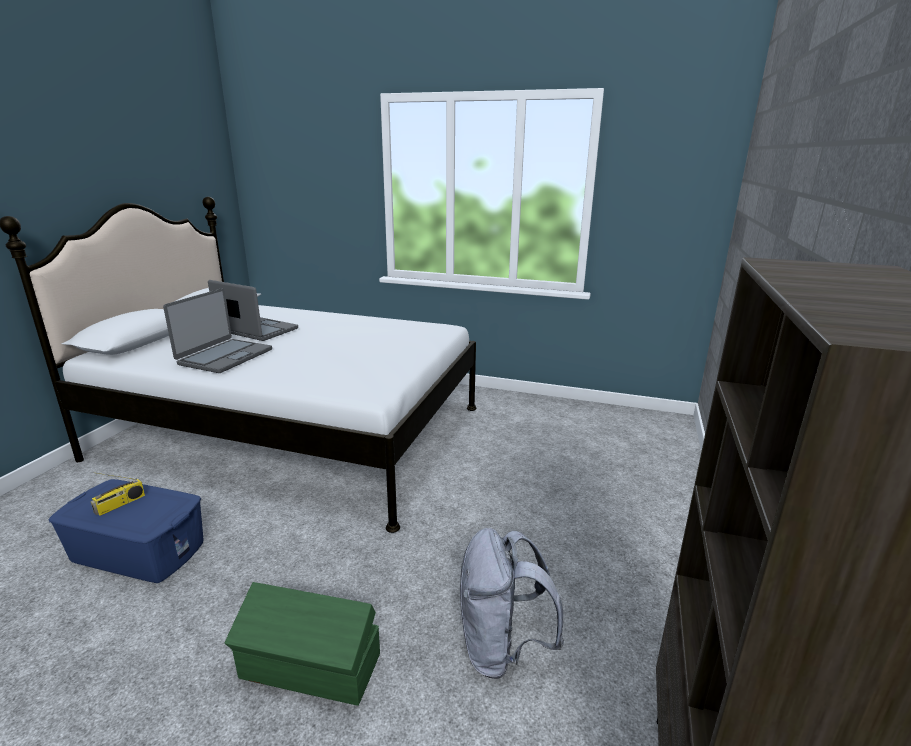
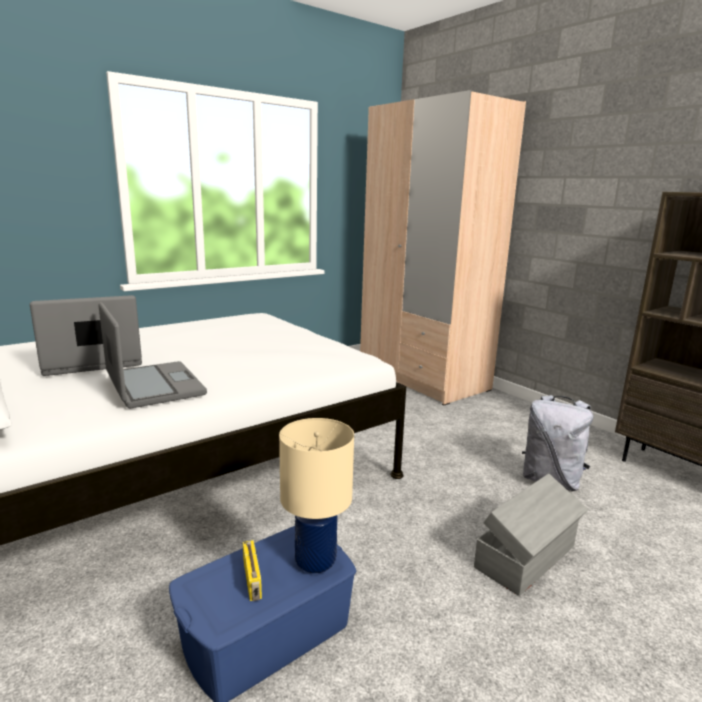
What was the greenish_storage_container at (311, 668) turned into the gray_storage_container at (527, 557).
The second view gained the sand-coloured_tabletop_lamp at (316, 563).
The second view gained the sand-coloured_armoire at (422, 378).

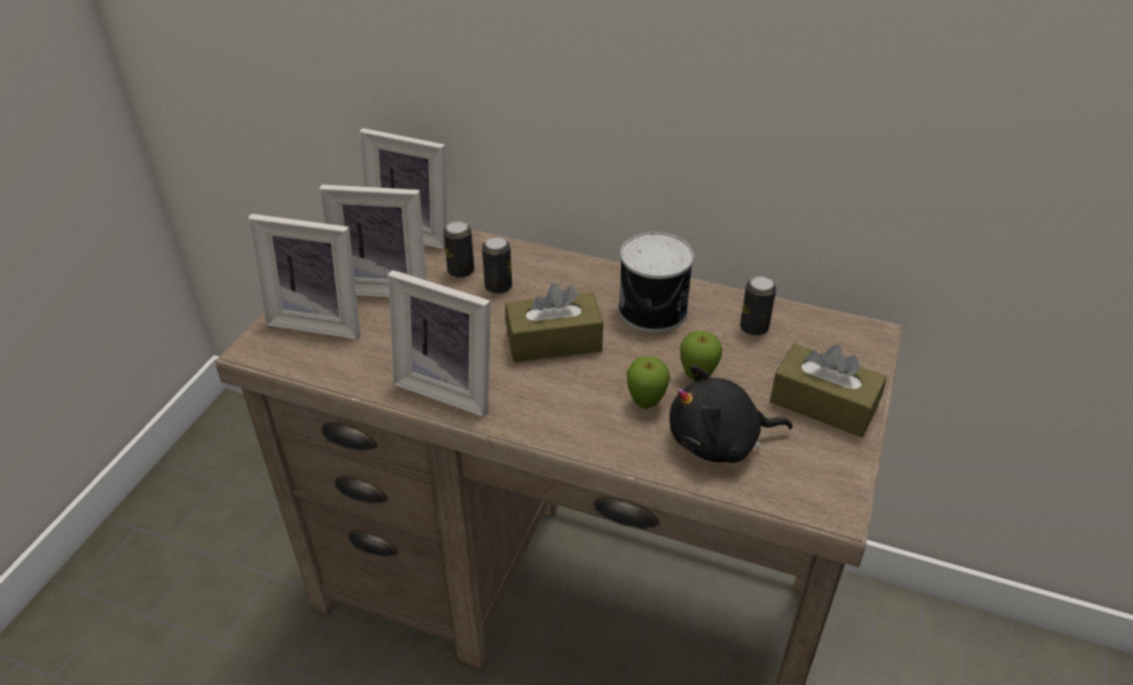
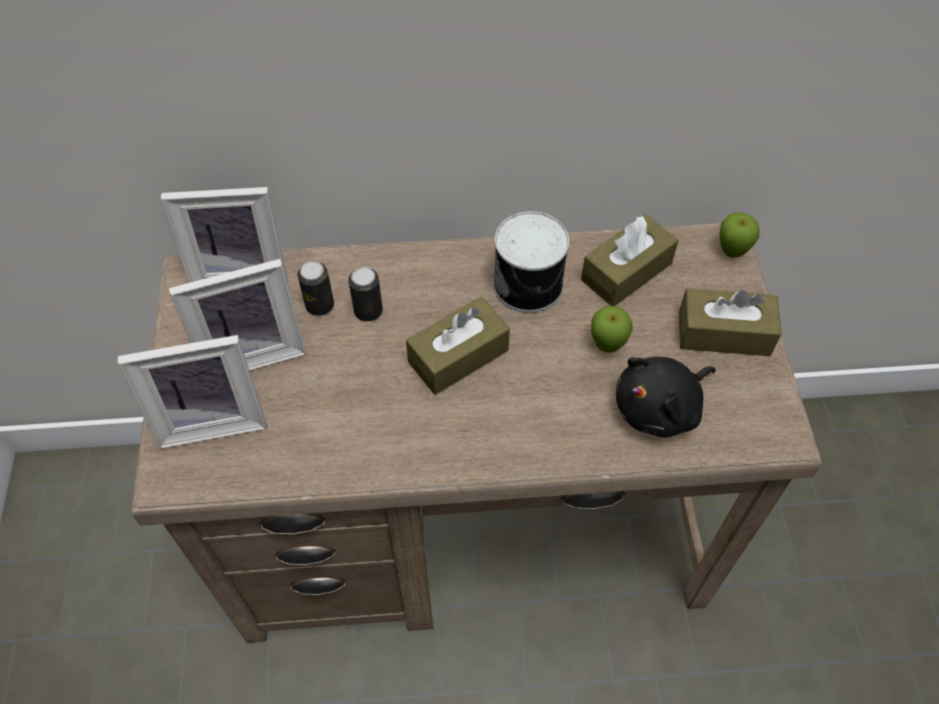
The second view lost the standing_frame at (450, 386).
The apple_fruit ended up elsewhere, having gone from (646, 404) to (731, 252).
Where the can stood at (754, 327), the brown_box_of_tissues came to stand at (626, 271).

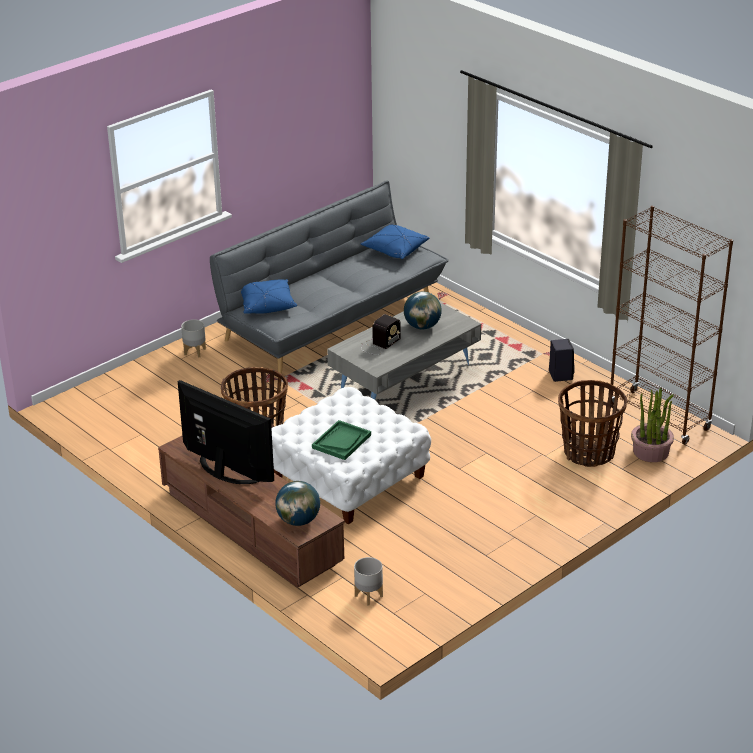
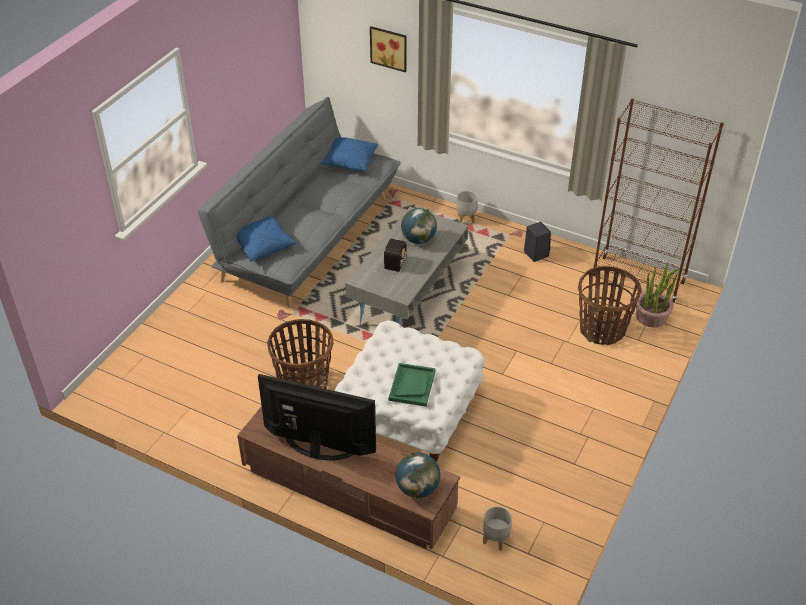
The gray_planter ended up elsewhere, having gone from (195, 352) to (466, 219).
The second view gained the wall_picture at (389, 48).

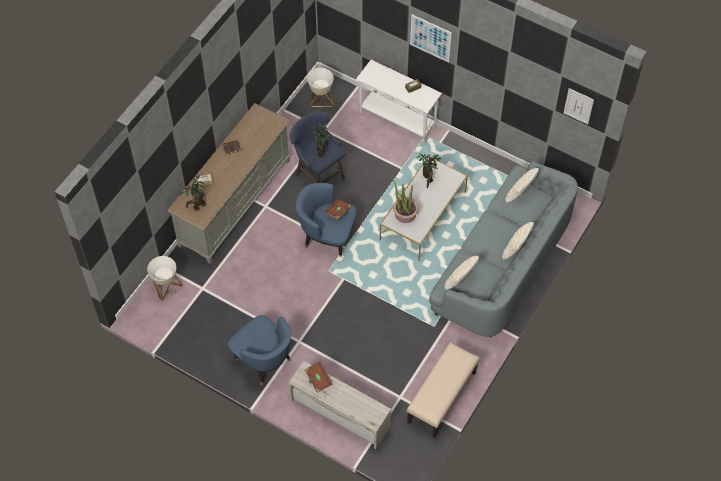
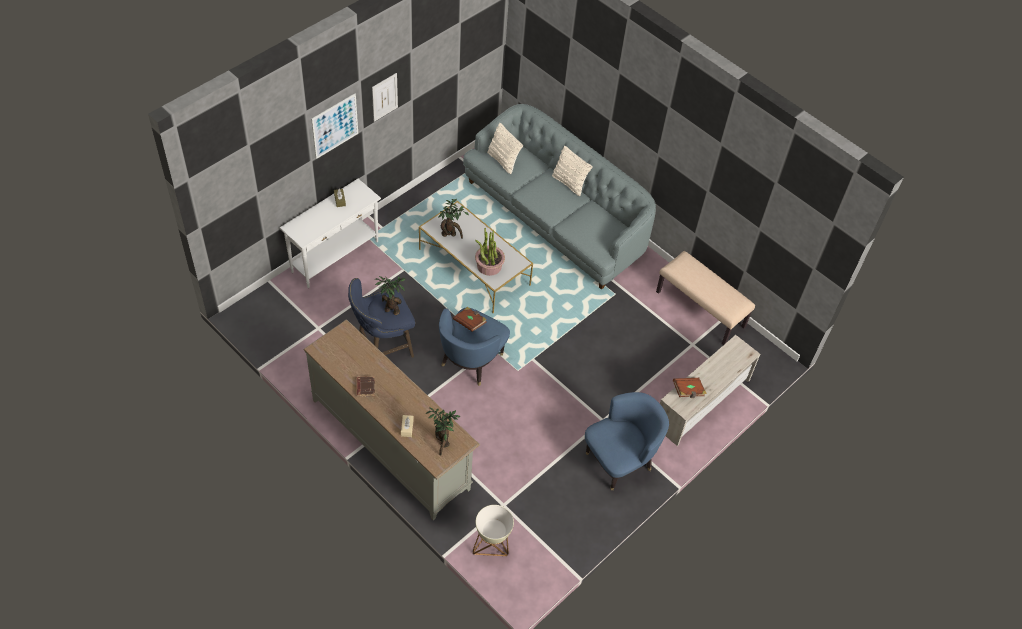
The second view lost the planter at (321, 101).
The second view lost the sand-coloured_pillow at (460, 281).
The wall_picture ended up elsewhere, having gone from (578, 106) to (384, 97).

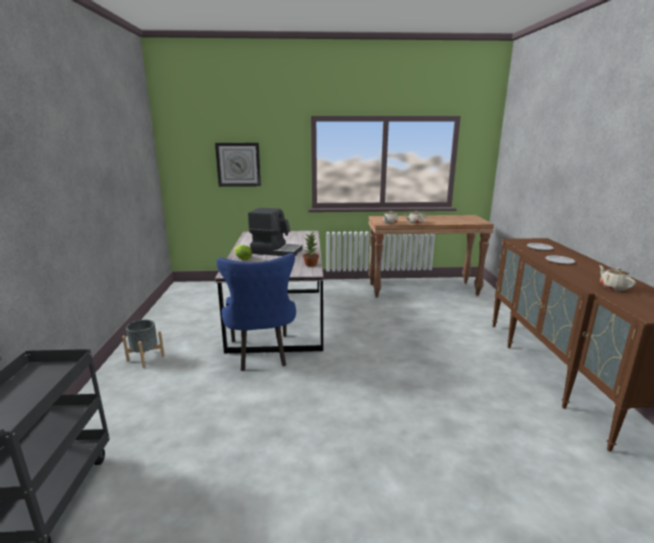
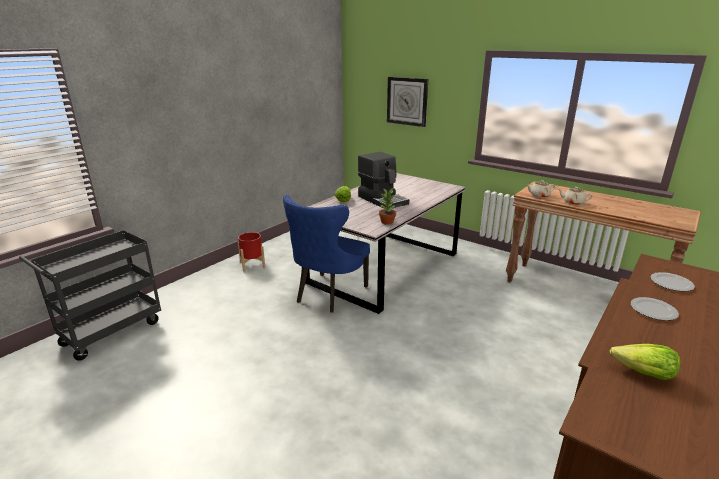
What was the gray_planter at (146, 358) turned into the red-coloured_planter at (252, 265).
Where the sand-coloured_pot_for_tea stood at (613, 287), the head_of_lettuce came to stand at (643, 373).

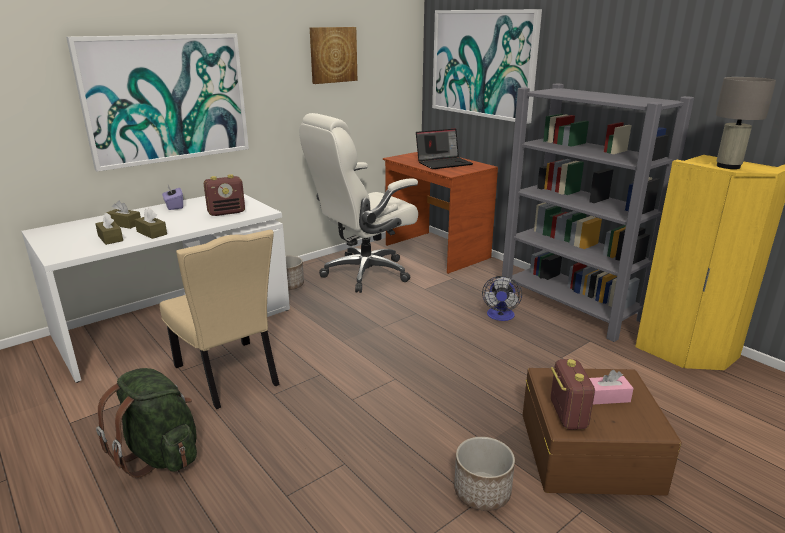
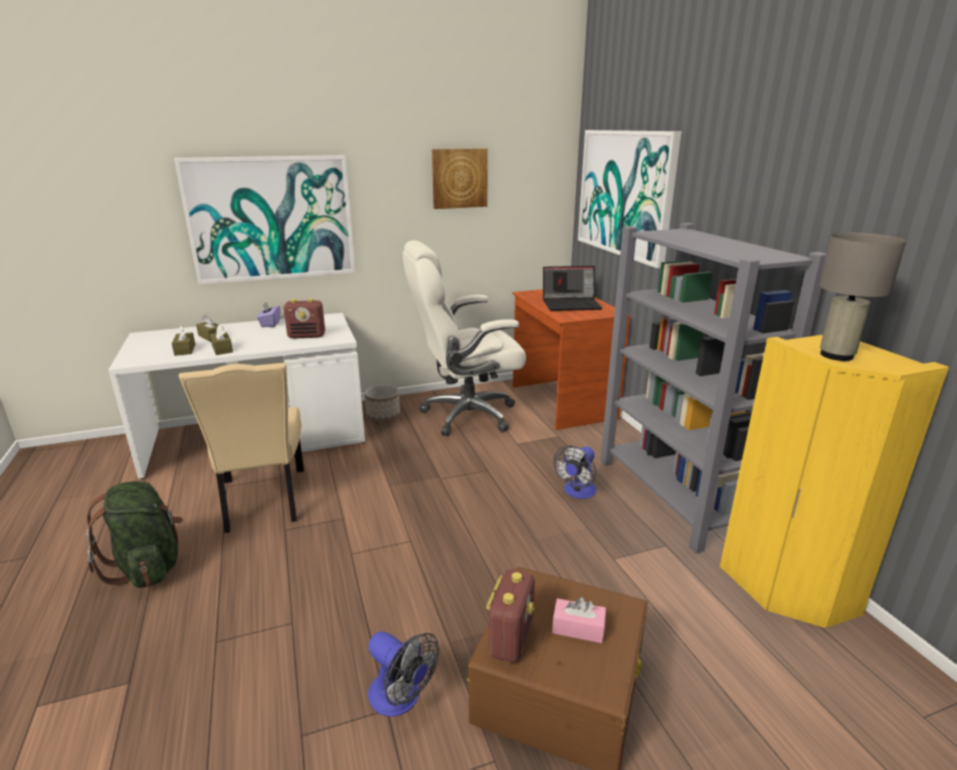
Where the planter stood at (481, 491), the fan came to stand at (401, 698).

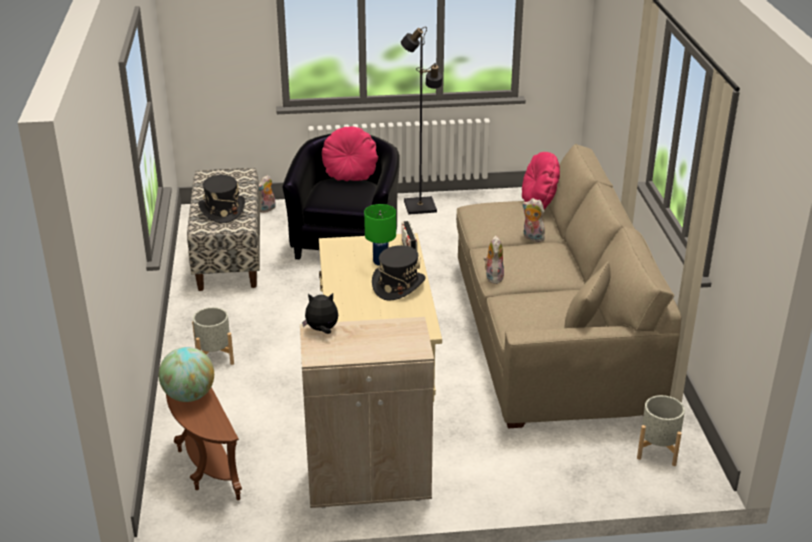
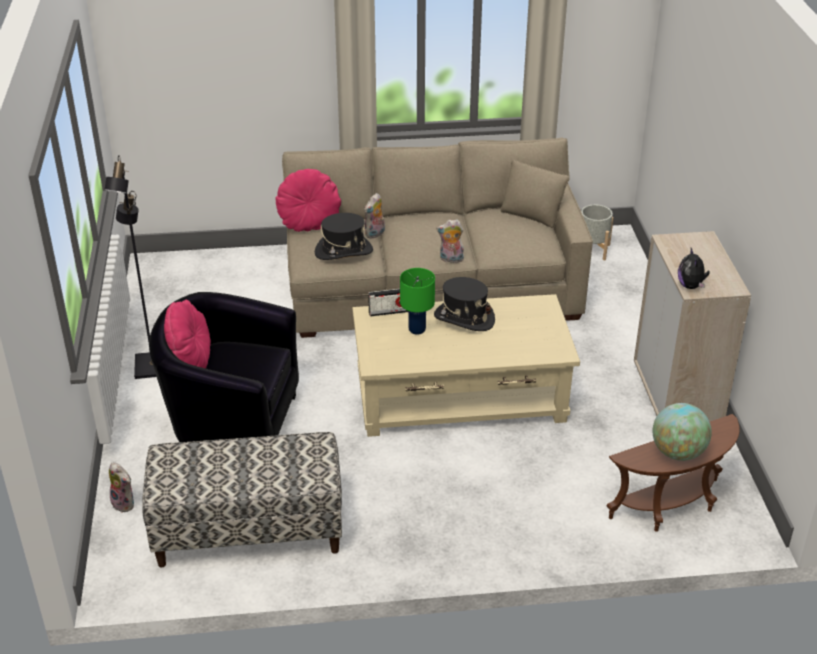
The second view lost the gray_planter at (214, 357).
The black_wearable_hat ended up elsewhere, having gone from (222, 211) to (343, 251).

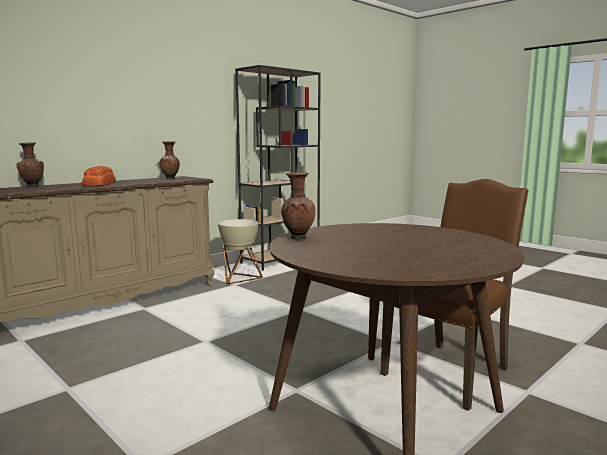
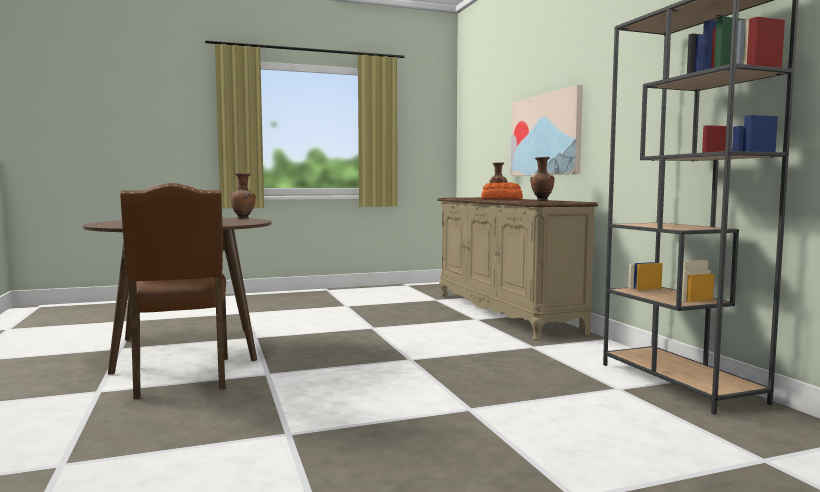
The second view lost the planter at (240, 278).
The second view gained the wall_picture at (545, 135).

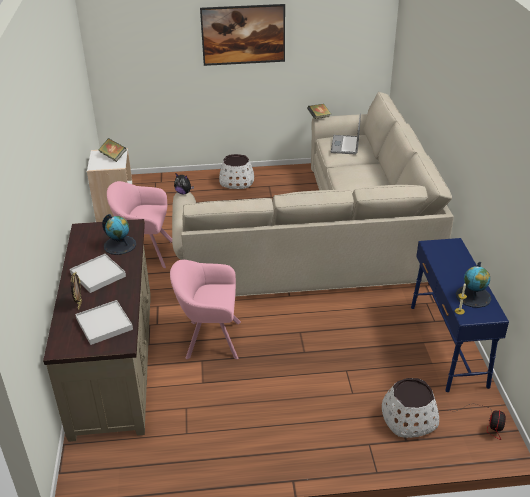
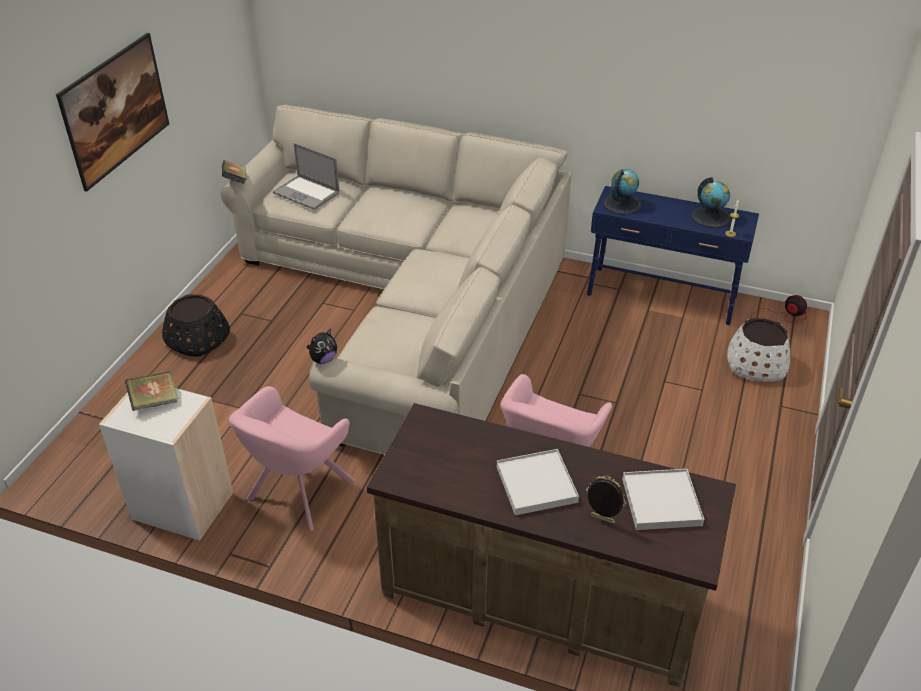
The world_globe ended up elsewhere, having gone from (120, 245) to (622, 204).
What was the white_planter at (236, 182) turned into the black_planter at (198, 340).

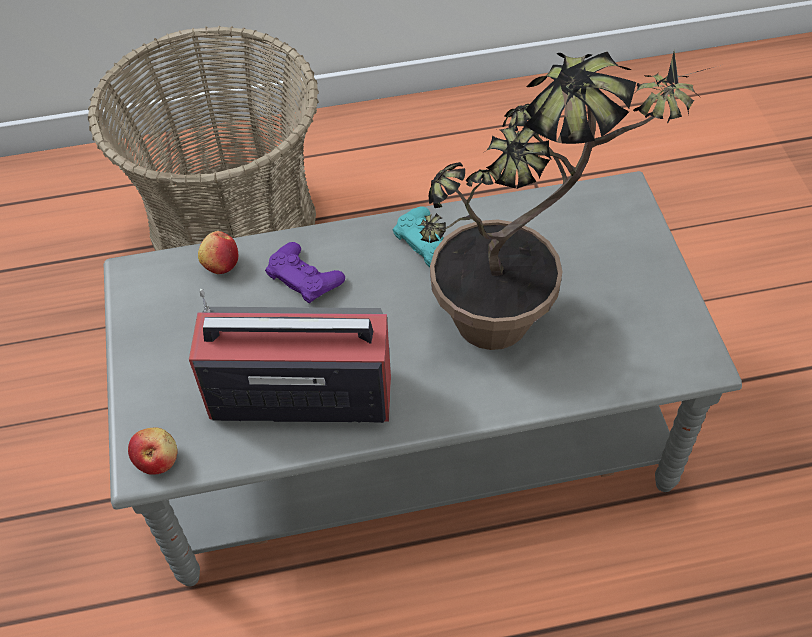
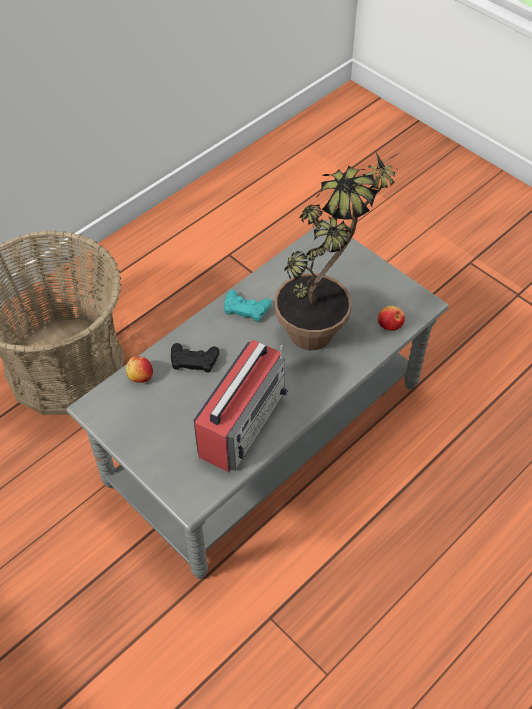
The apple_fruit ended up elsewhere, having gone from (157, 459) to (390, 324).
The radio_set at (298, 395) ended up facing another way, 150 degrees clockwise from before.
What was the purplish_gamepad at (304, 277) turned into the black_gamepad at (194, 360).

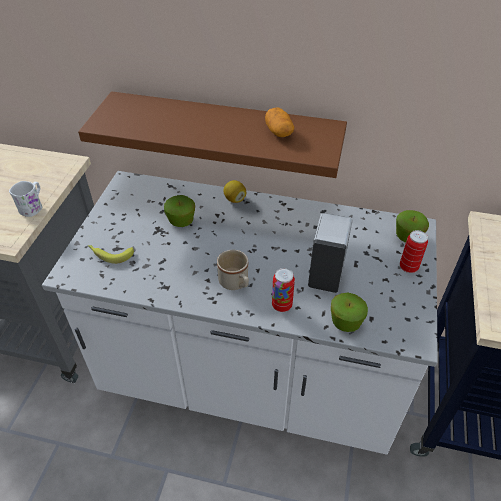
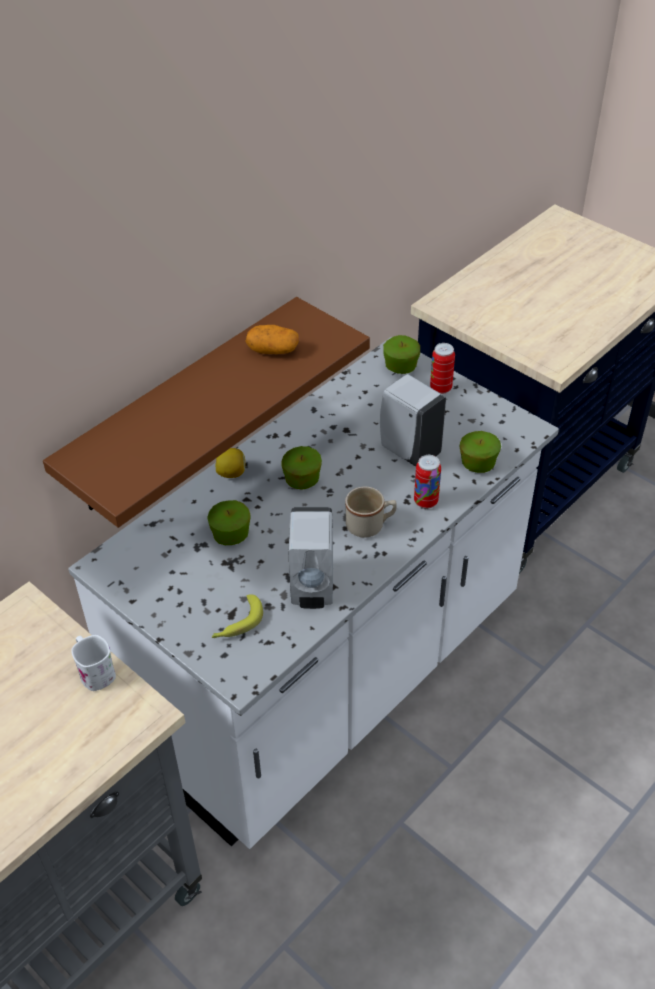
The second view gained the apple_fruit at (302, 481).
The second view gained the white_soap_dispenser at (312, 589).

